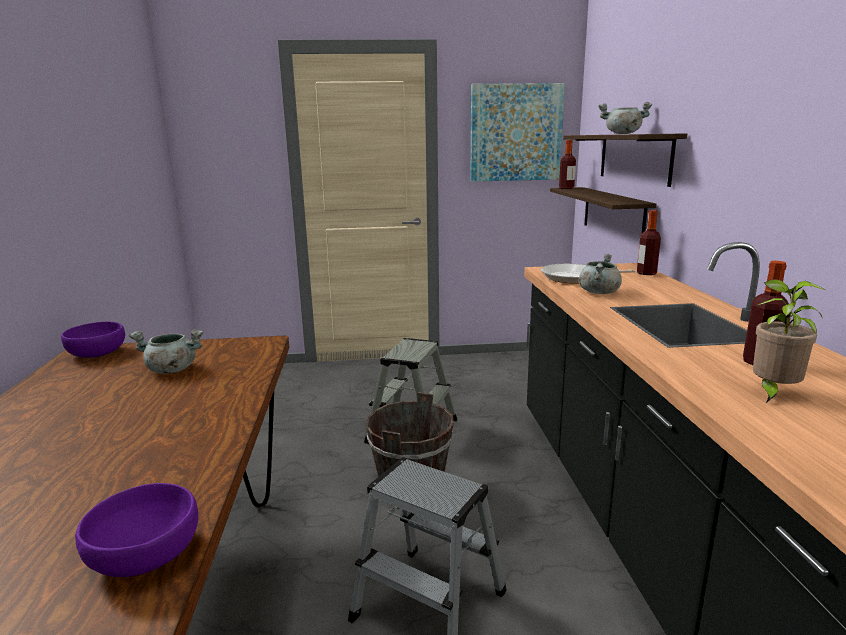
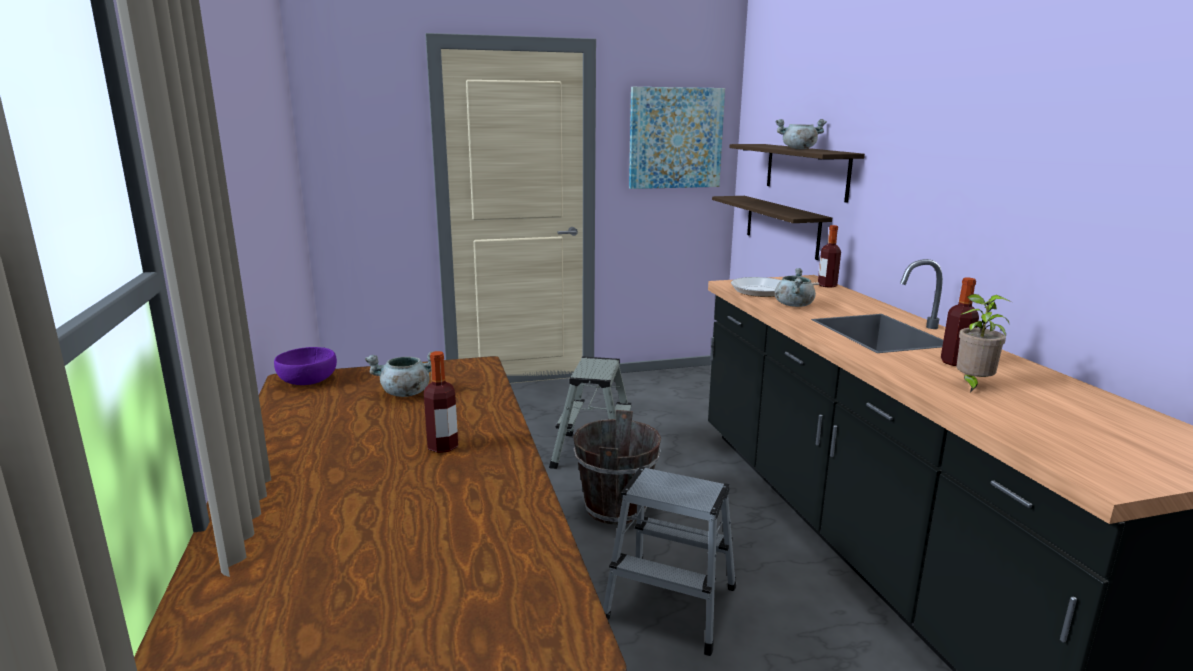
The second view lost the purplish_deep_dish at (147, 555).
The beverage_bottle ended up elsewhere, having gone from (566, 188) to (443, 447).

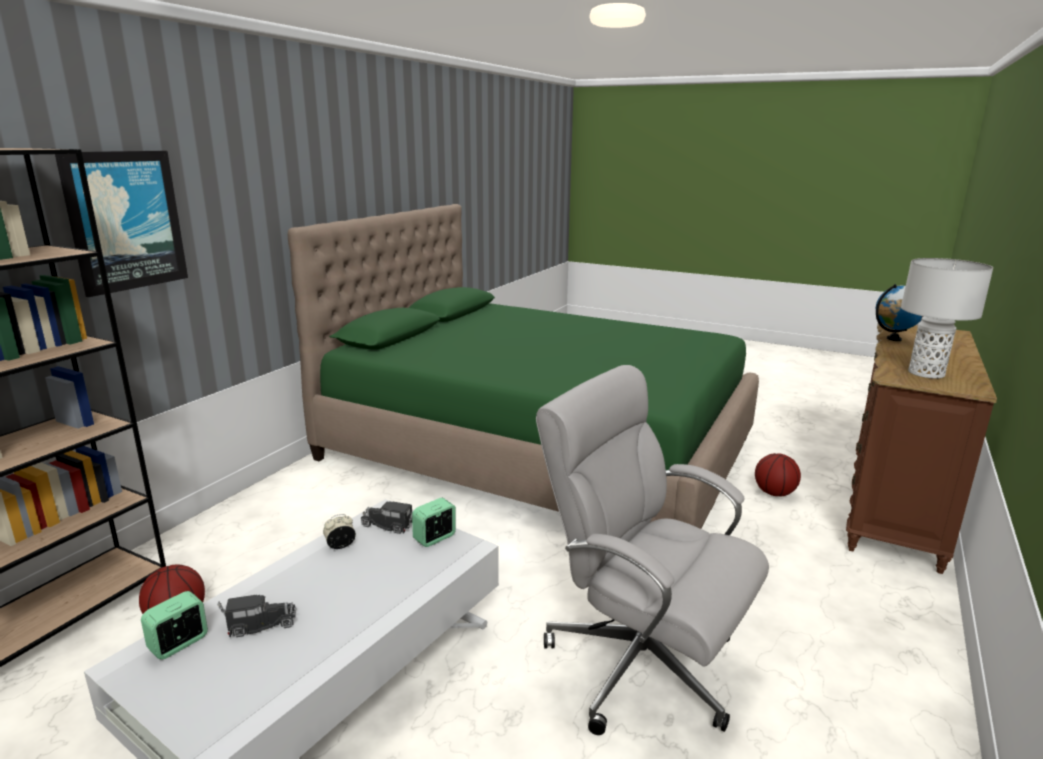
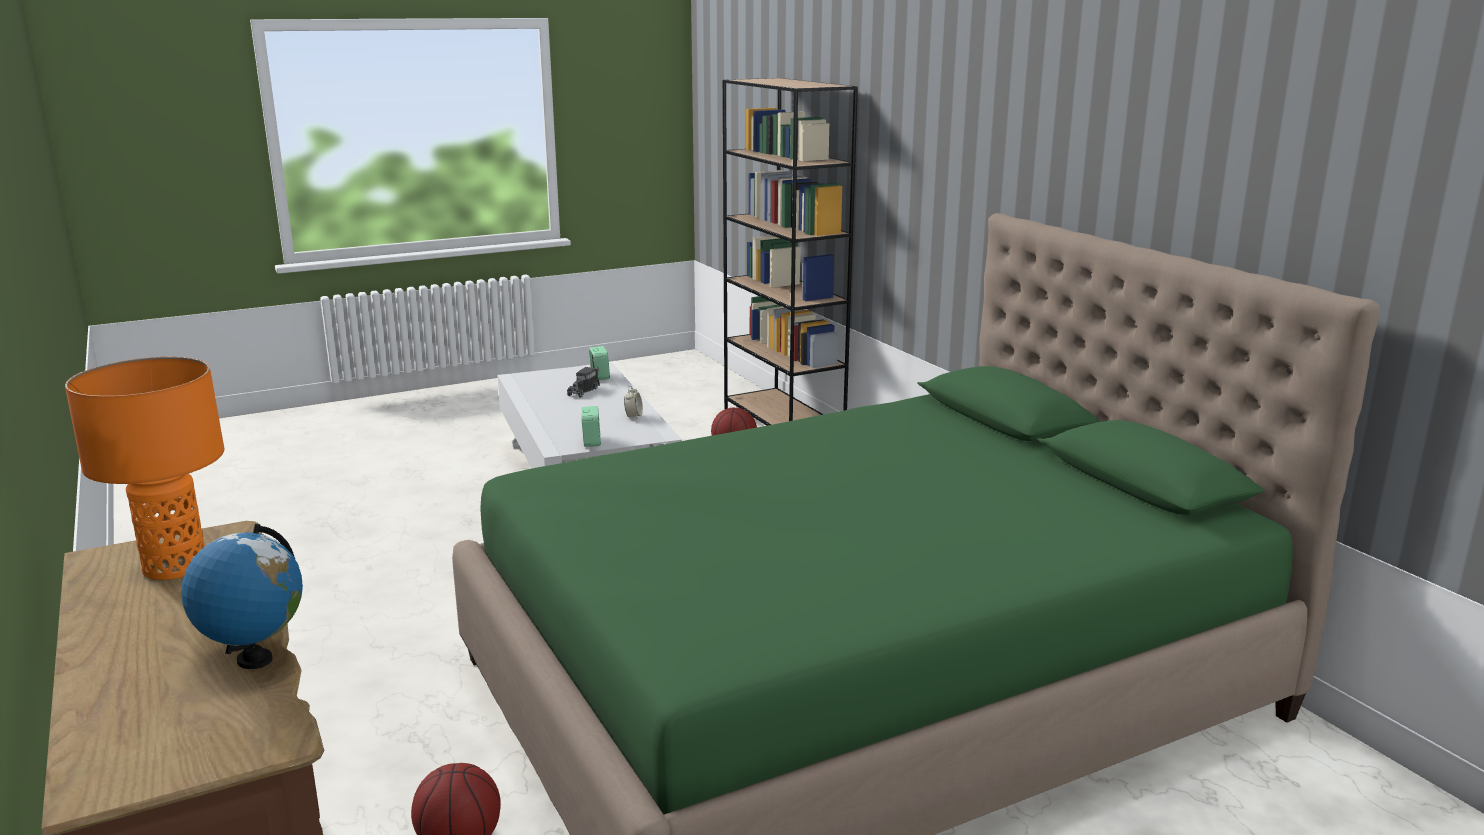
The second view lost the wall_picture at (125, 221).
The second view lost the toy_lorry at (390, 525).
The second view lost the gray_computer_chair at (641, 666).
What was the white_tabletop_lamp at (926, 373) turned into the orange-coloured_tabletop_lamp at (174, 566).

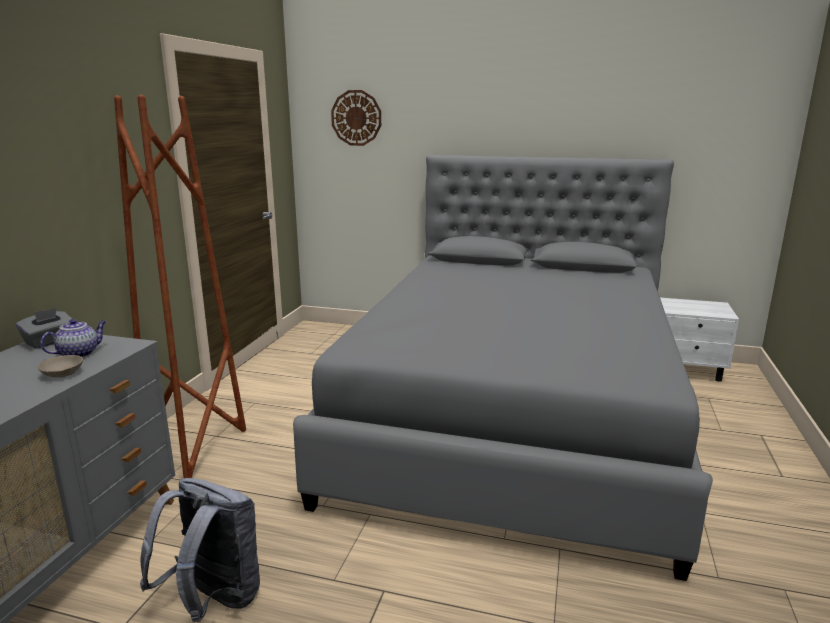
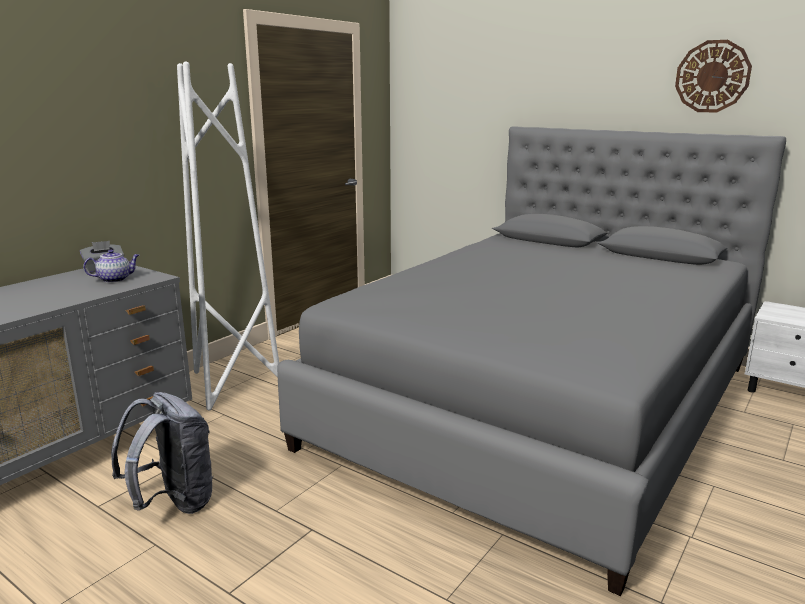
The second view lost the sand-coloured_deep_dish at (63, 373).
What was the brown_clothes_rack at (193, 450) turned into the white_clothes_rack at (229, 385).
The clock_on_the_wall ended up elsewhere, having gone from (356, 118) to (712, 76).

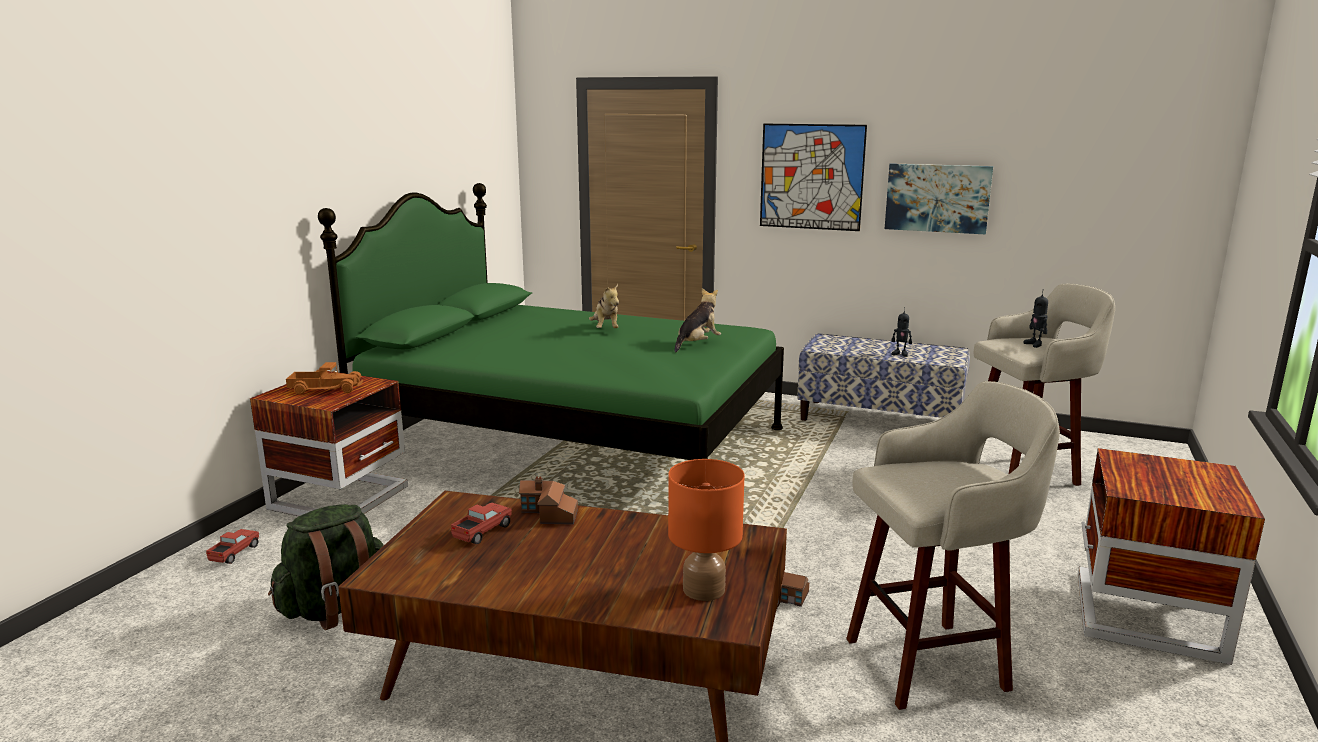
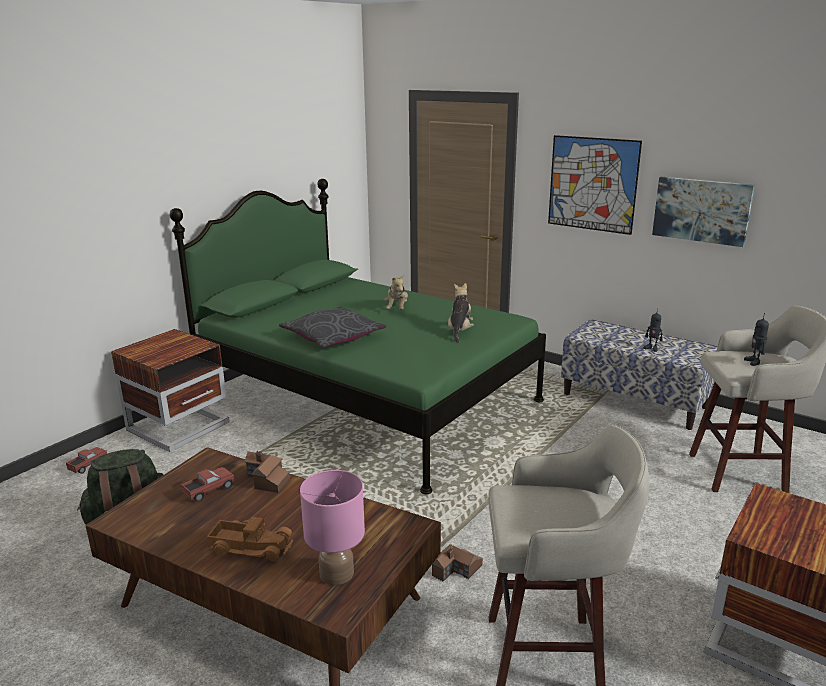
The toy_lorry ended up elsewhere, having gone from (326, 389) to (251, 547).
What was the orange-coloured_tabletop_lamp at (704, 590) turned into the pinkish_tabletop_lamp at (337, 573).
The plush_toy at (697, 344) ended up facing another way, 45 degrees counterclockwise from before.
The second view gained the gray_pillow at (332, 337).

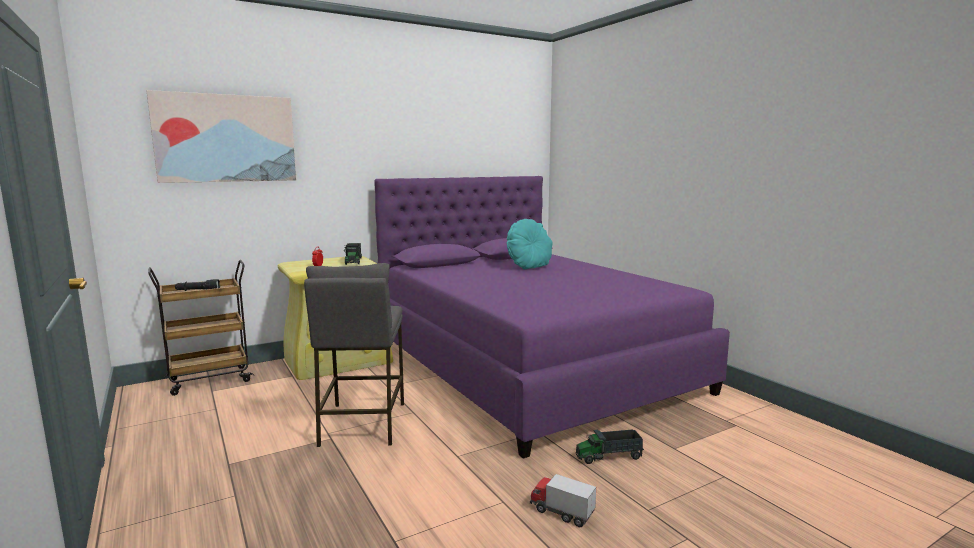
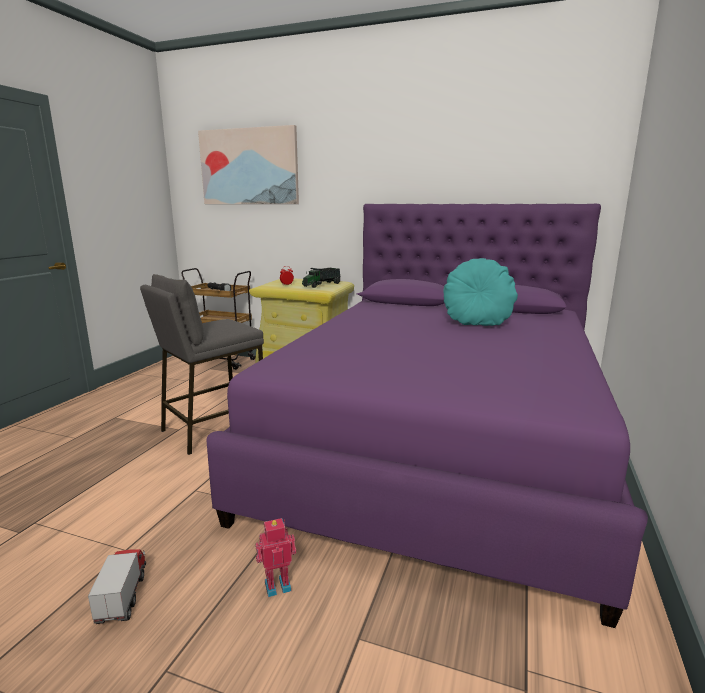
Where the toy_lorry stood at (609, 456), the toy_robot came to stand at (277, 584).

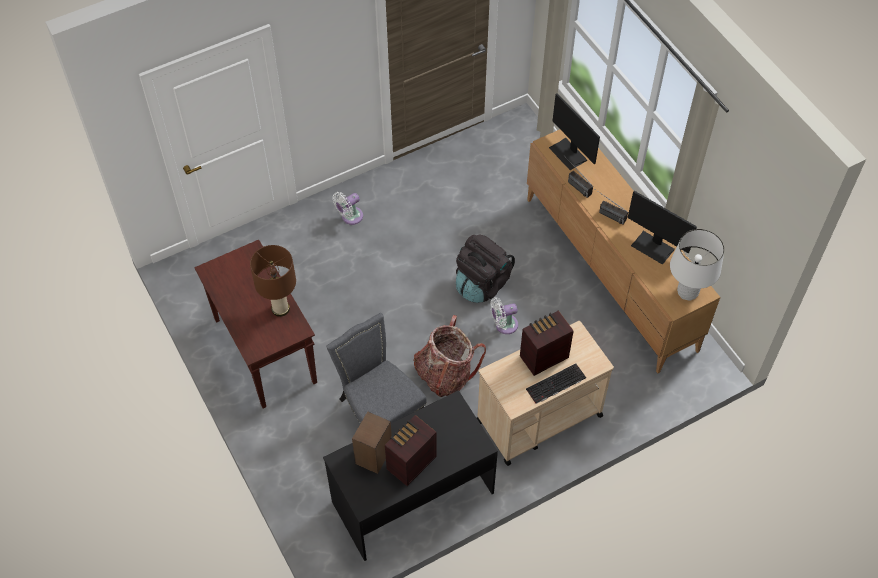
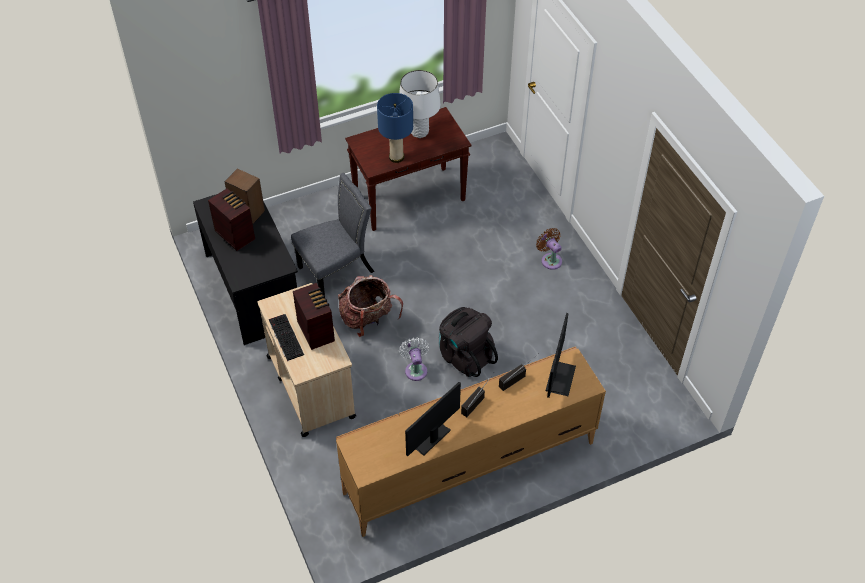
What was the brown_tabletop_lamp at (280, 309) turned into the blue_tabletop_lamp at (396, 157).
What was the white_fan at (350, 217) turned into the brown_fan at (550, 259).
The monitor at (568, 153) ended up facing another way, 135 degrees clockwise from before.
The white_tabletop_lamp ended up elsewhere, having gone from (687, 292) to (419, 132).

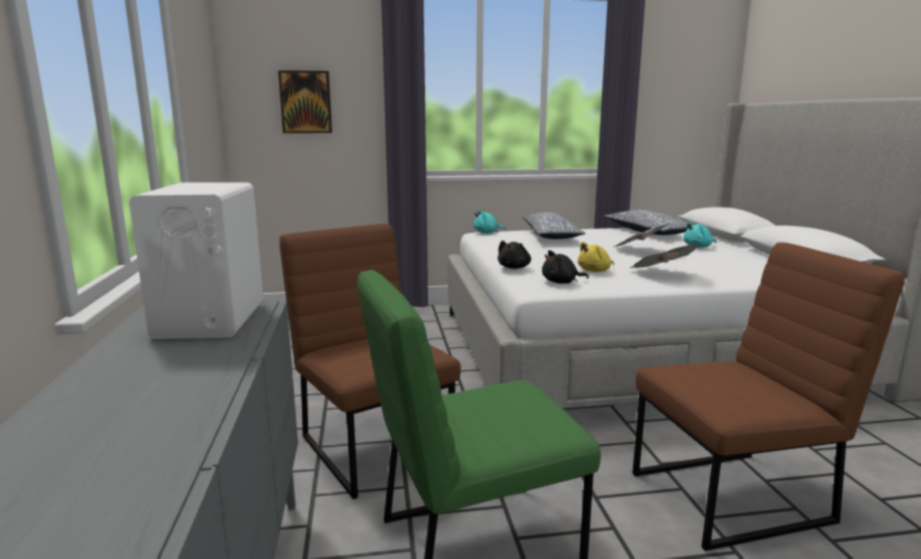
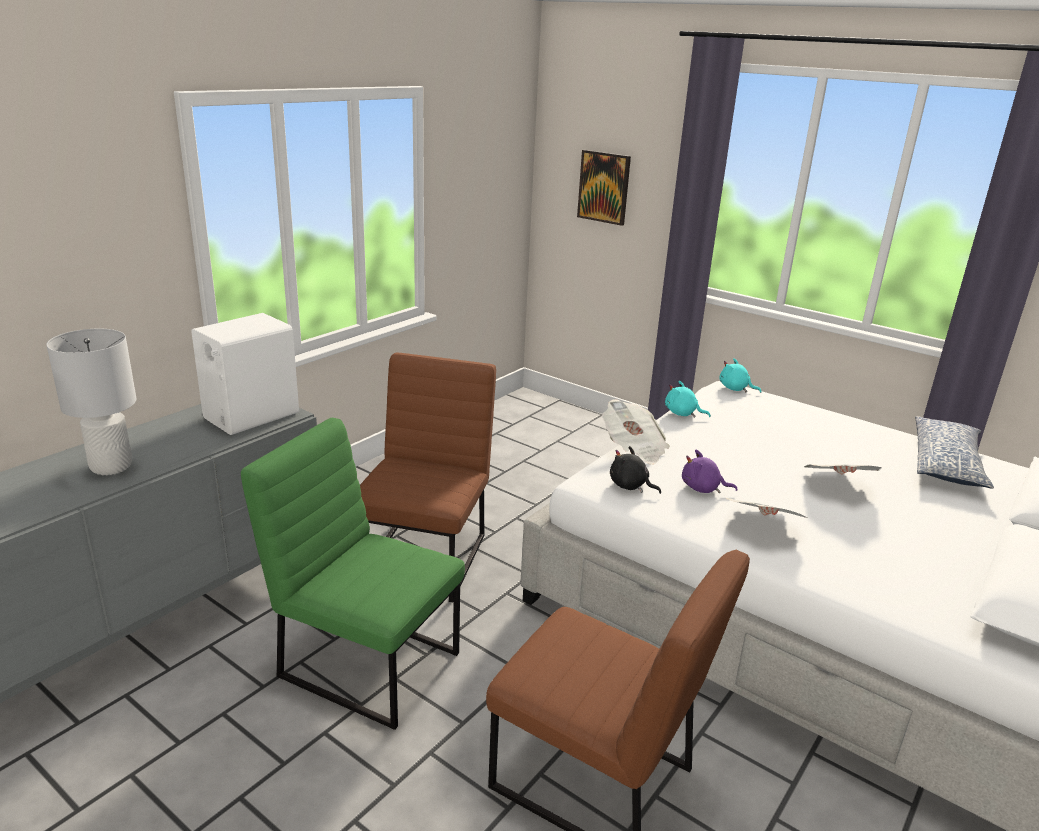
Where the black_plush_toy stood at (514, 267), the daily_paper came to stand at (634, 448).
The second view lost the pillow at (551, 235).
What was the yellow_plush_toy at (595, 271) turned into the purplish_plush_toy at (703, 489).
The turquoise_plush_toy ended up elsewhere, having gone from (698, 247) to (682, 413).
The second view gained the gray_tabletop_lamp at (112, 469).

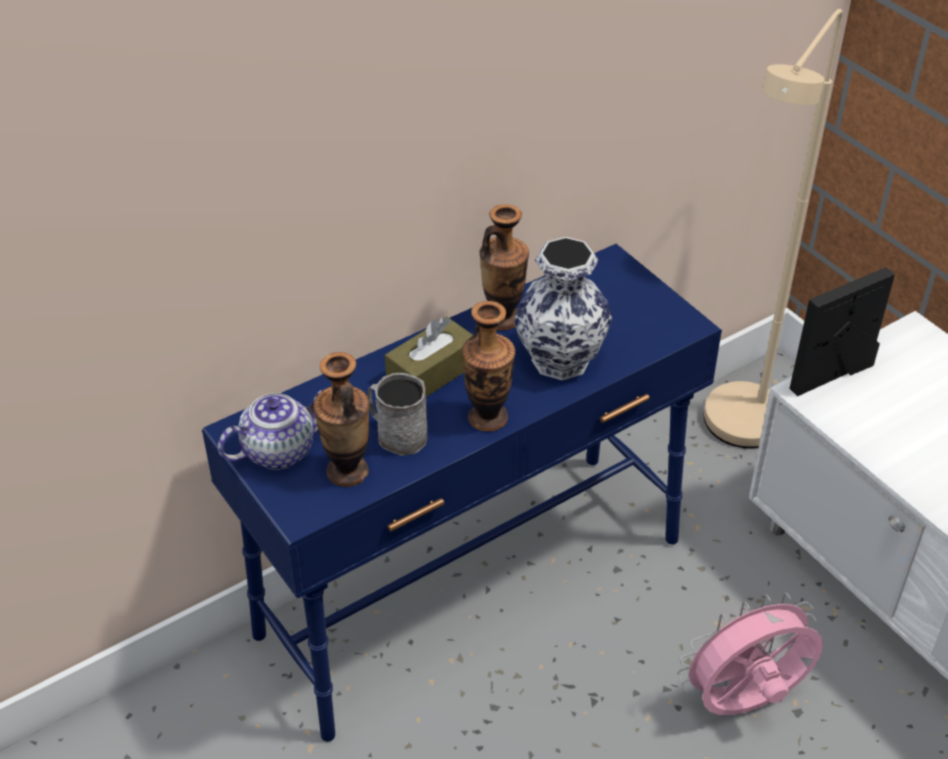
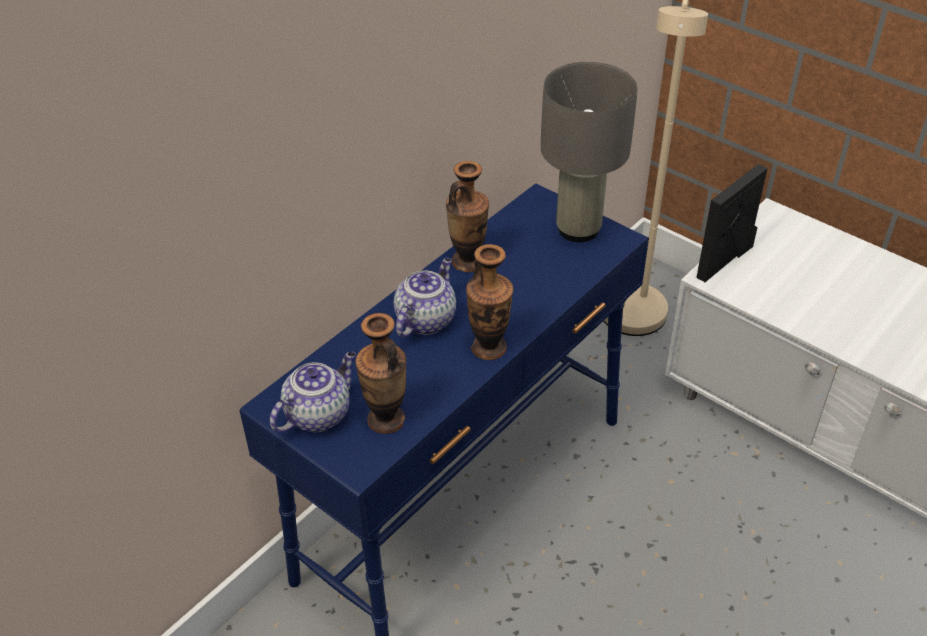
The second view lost the gray_coffee_mug at (396, 434).
Where the brown_box_of_tissues stood at (431, 373), the pot_for_tea came to stand at (425, 319).
The second view lost the flower_vase at (559, 358).
The second view lost the pinkish_fan at (745, 704).
The second view gained the gray_tabletop_lamp at (579, 228).

